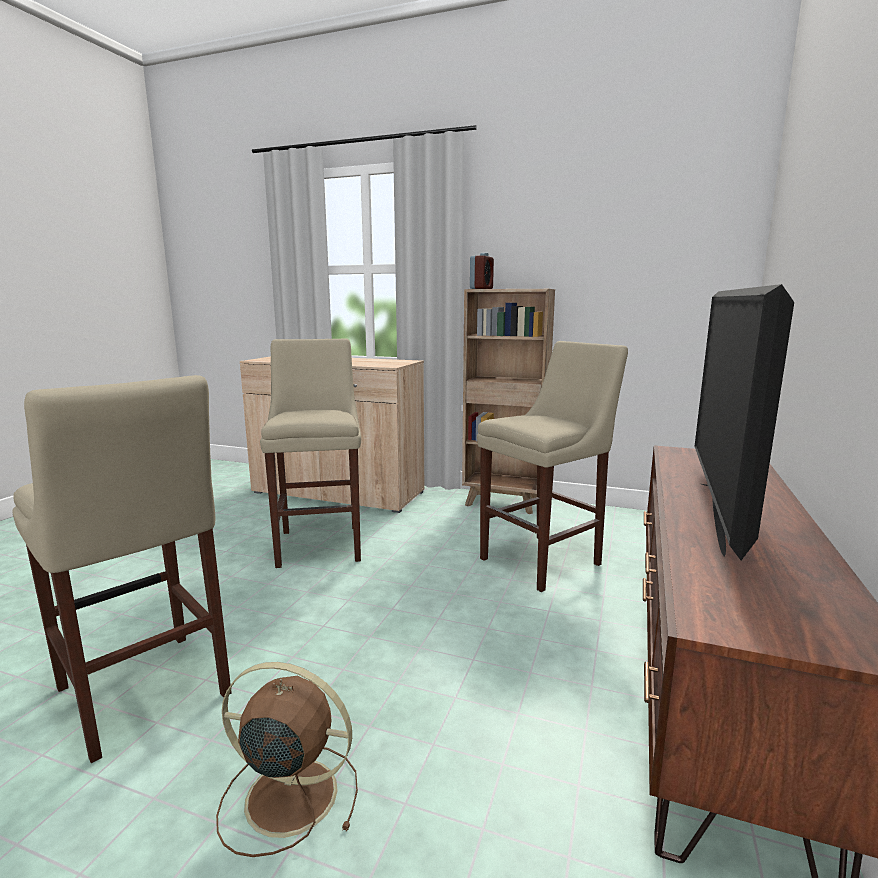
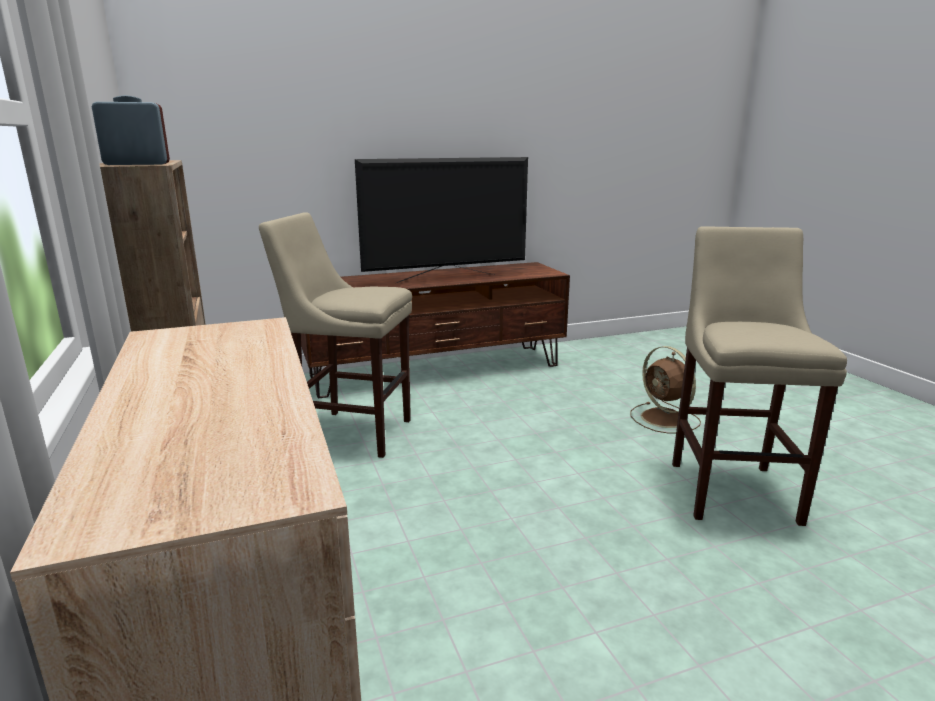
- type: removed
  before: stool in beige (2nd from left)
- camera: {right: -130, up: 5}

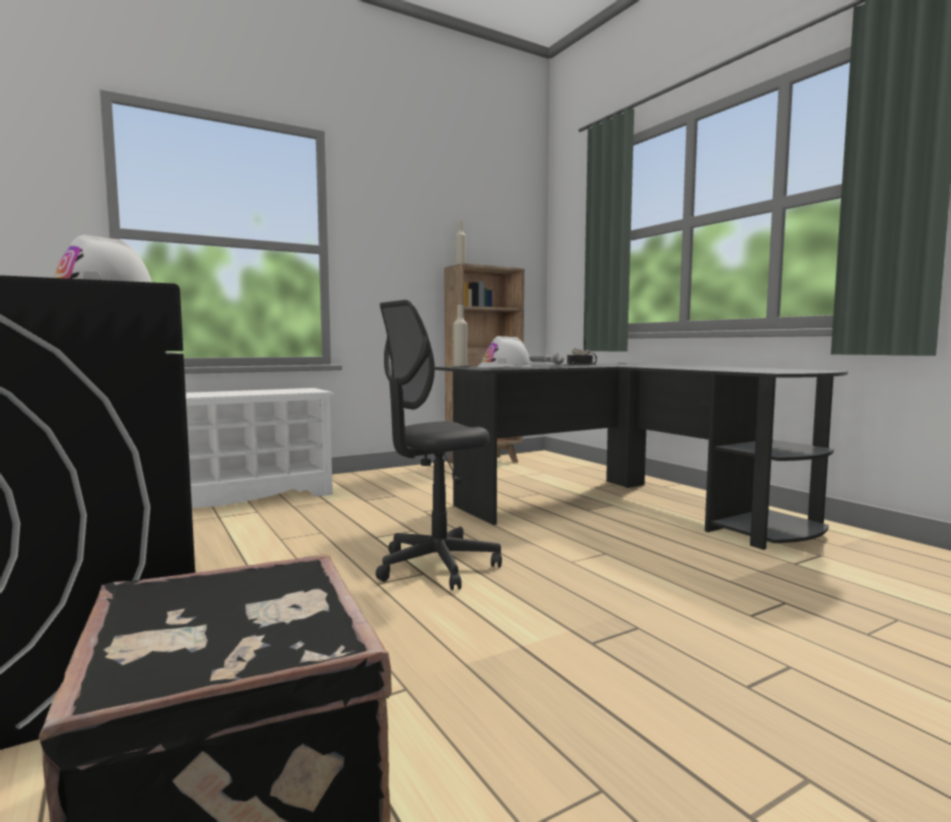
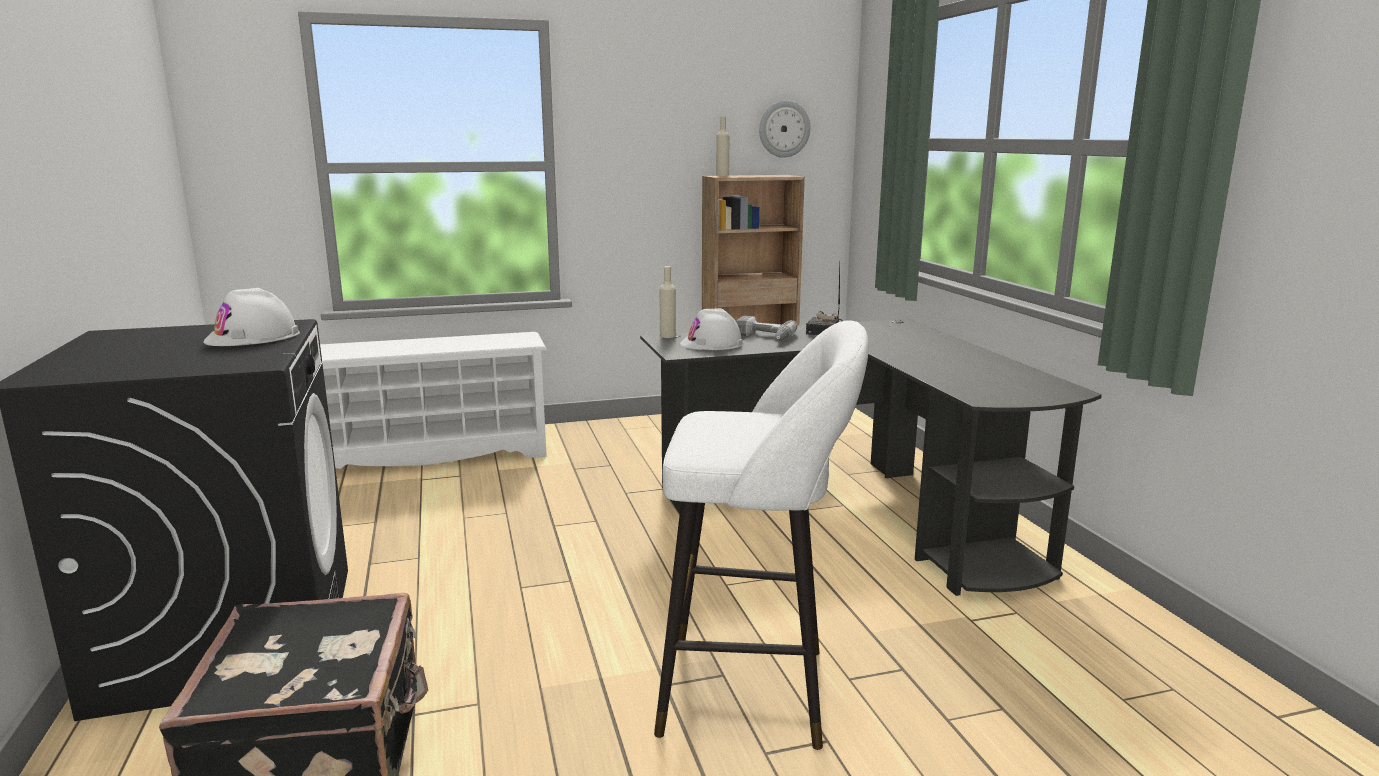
- type: removed
  before: office chair in grey
- type: added
  after: stool in white
- type: added
  after: wall clock
- camera: {right: 15, up: 10}

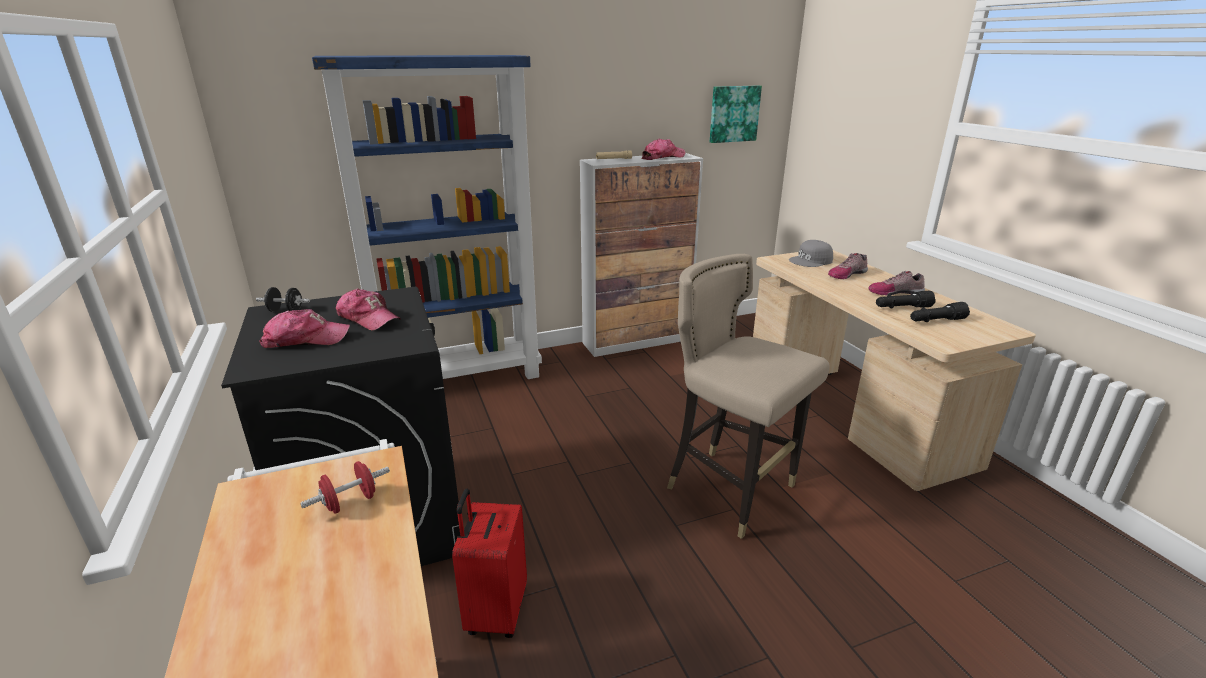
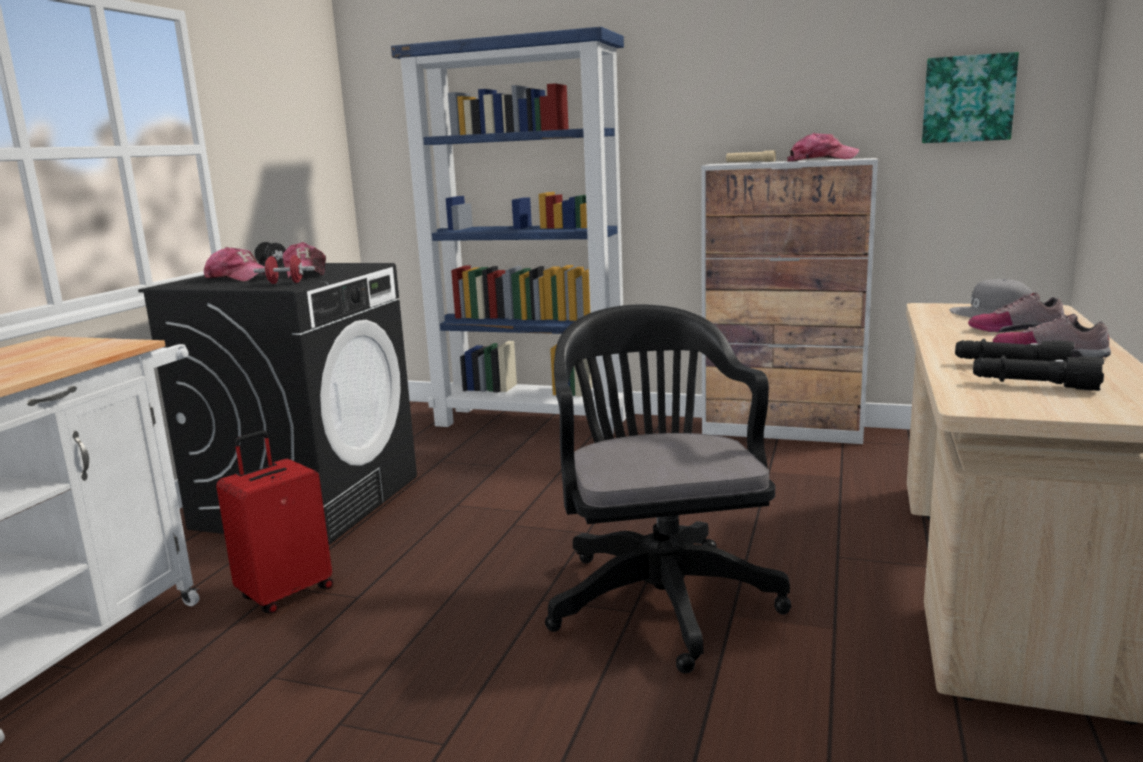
- type: moved
  before: dumbbell in red
- type: replaced
  before: stool in beige
  after: office chair in black
- camera: {right: 40, up: -10}

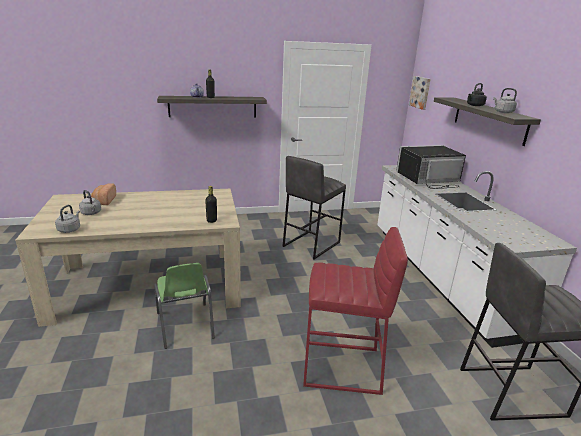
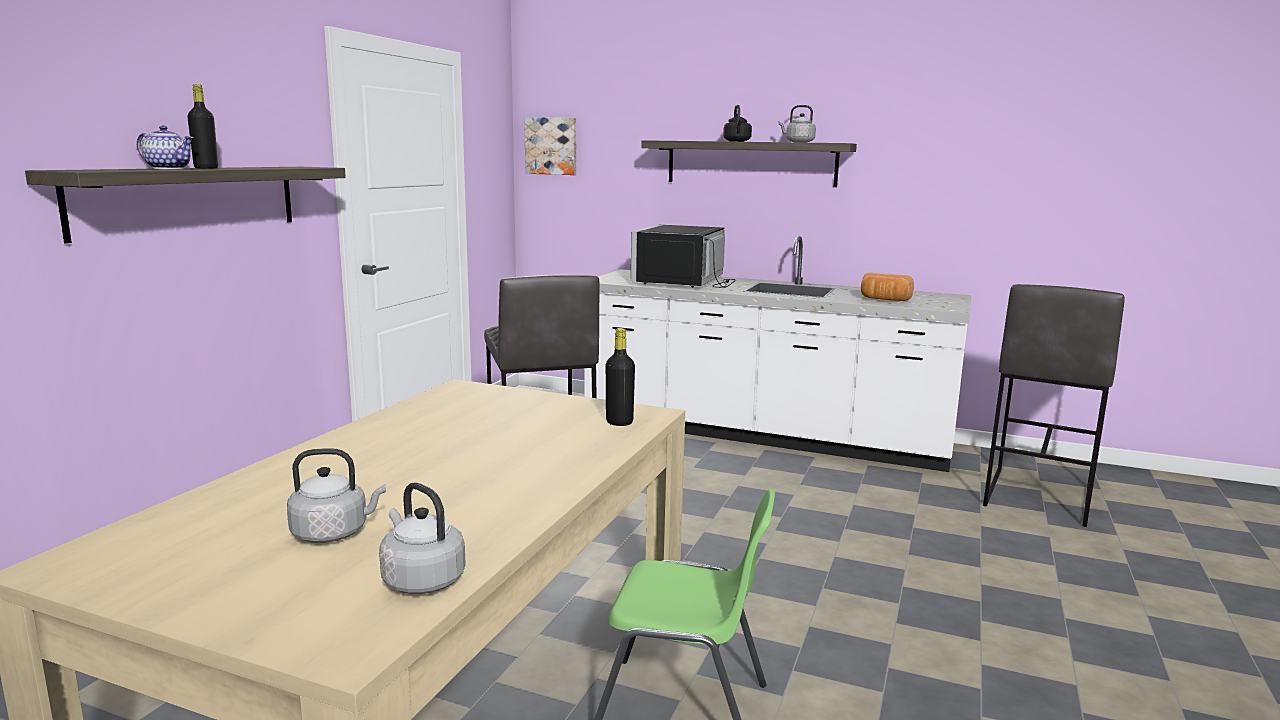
- type: moved
  before: bread
- type: removed
  before: stool in red
- camera: {right: -55, up: -10}

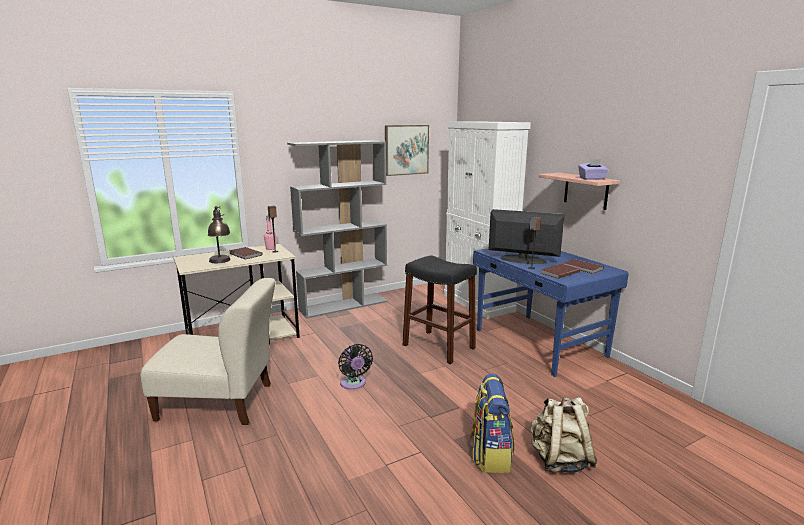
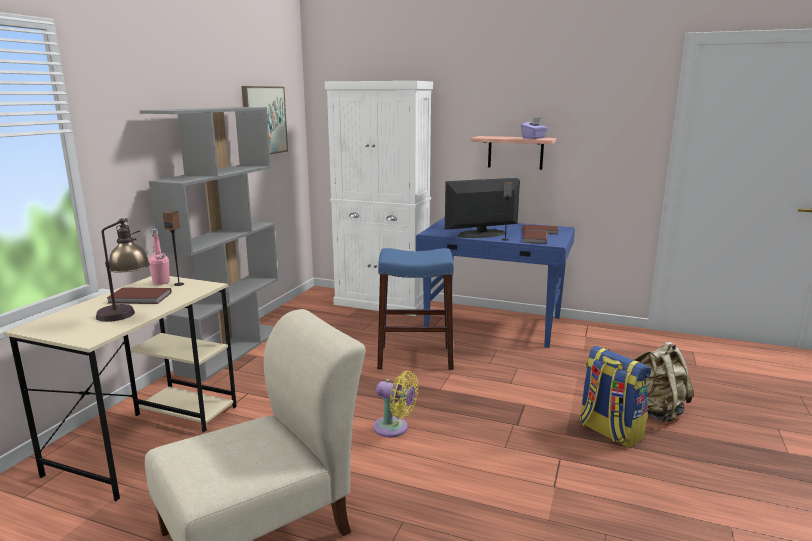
- type: recoloured
  before: fan in black
  after: fan in yellow
- type: recoloured
  before: stool in black
  after: stool in blue
- camera: {right: -40, up: 0}

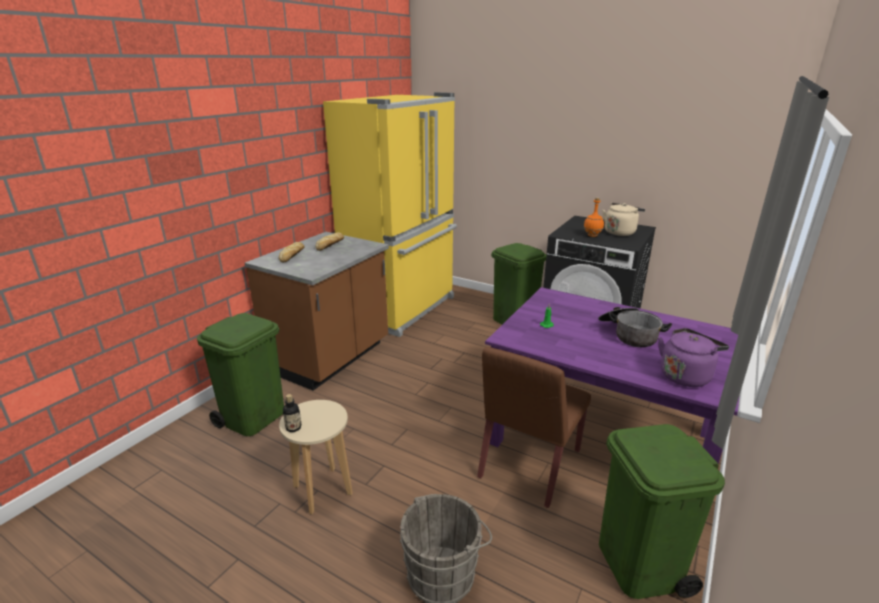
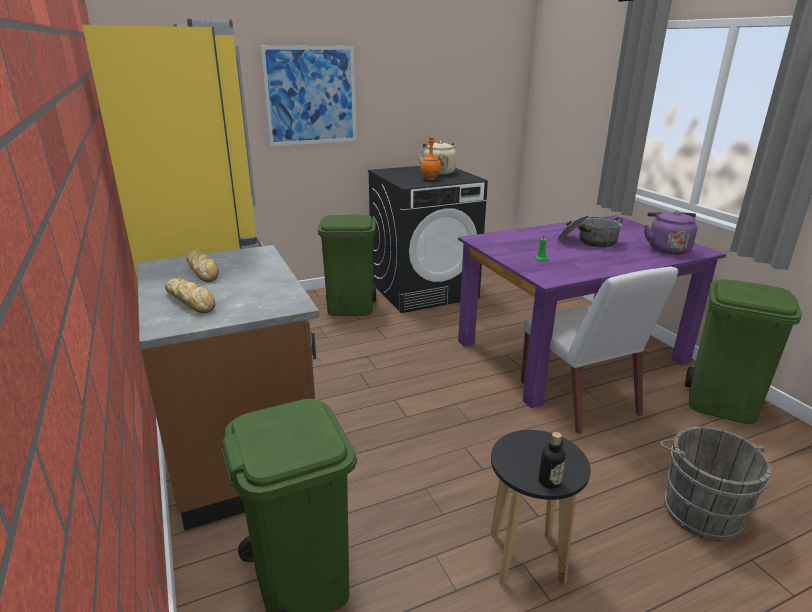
- type: recoloured
  before: stool in beige
  after: stool in black
- type: recoloured
  before: chair in brown
  after: chair in white
- type: added
  after: picture
- camera: {right: -55, up: 0}

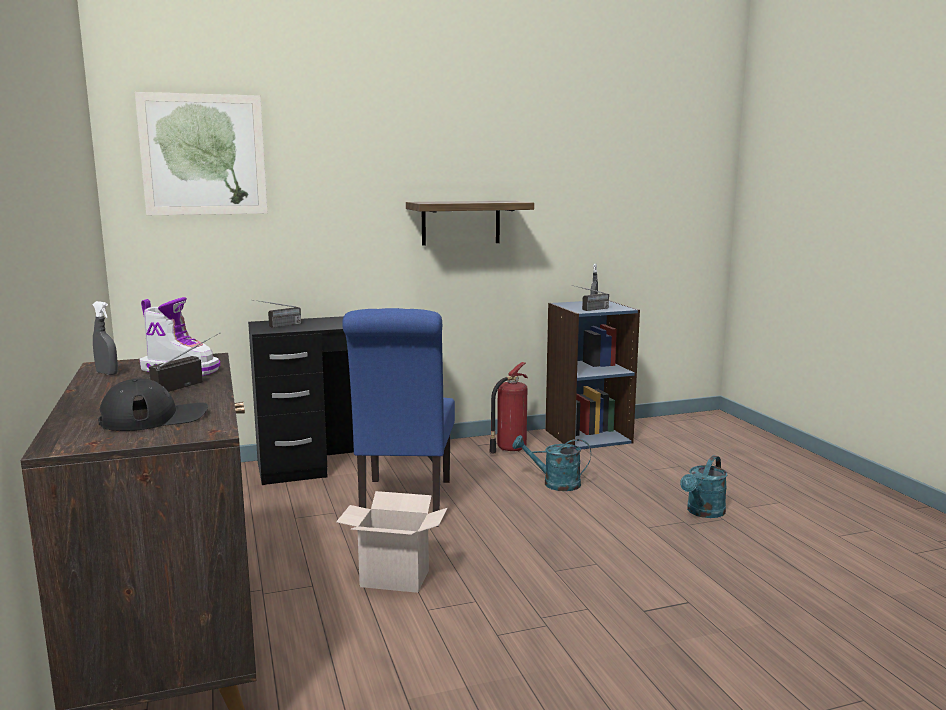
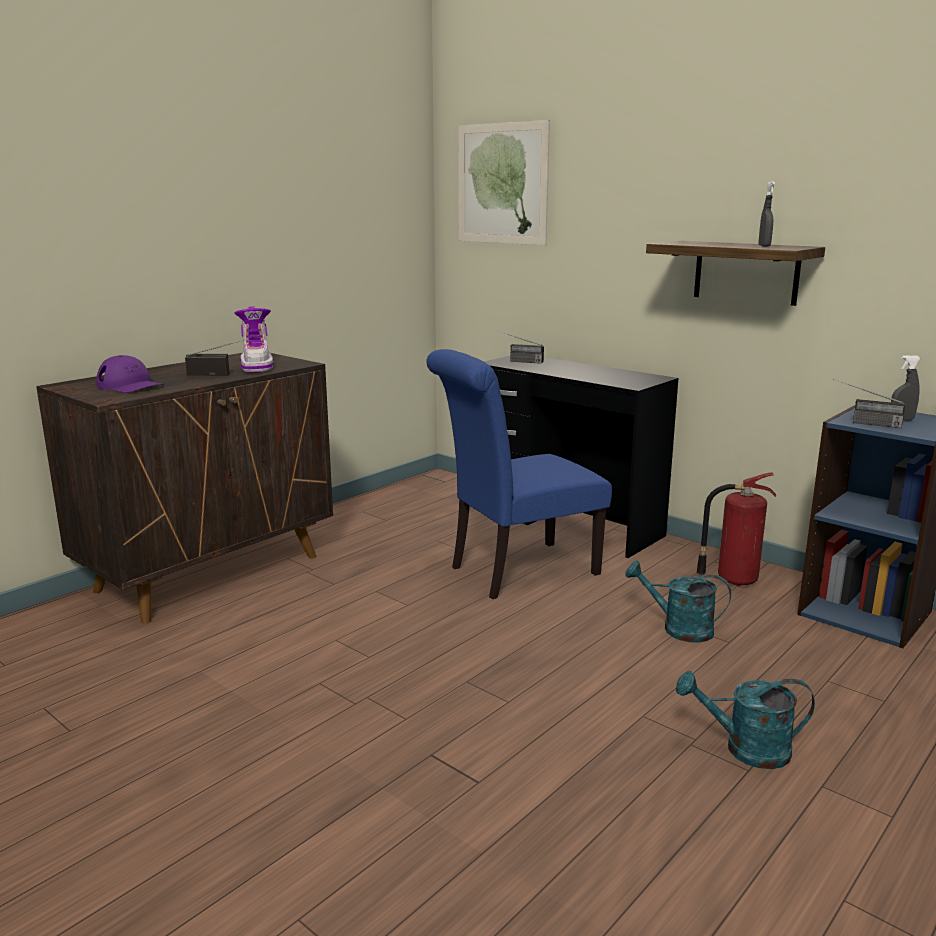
- type: moved
  before: spray bottle in grey (1st from left)
- type: recoloured
  before: cap in black
  after: cap in purple
- type: removed
  before: cardboard box
- type: turned
  before: watering can in turquoise (1st from left)
  turn: -45
- camera: {right: 60, up: 5}

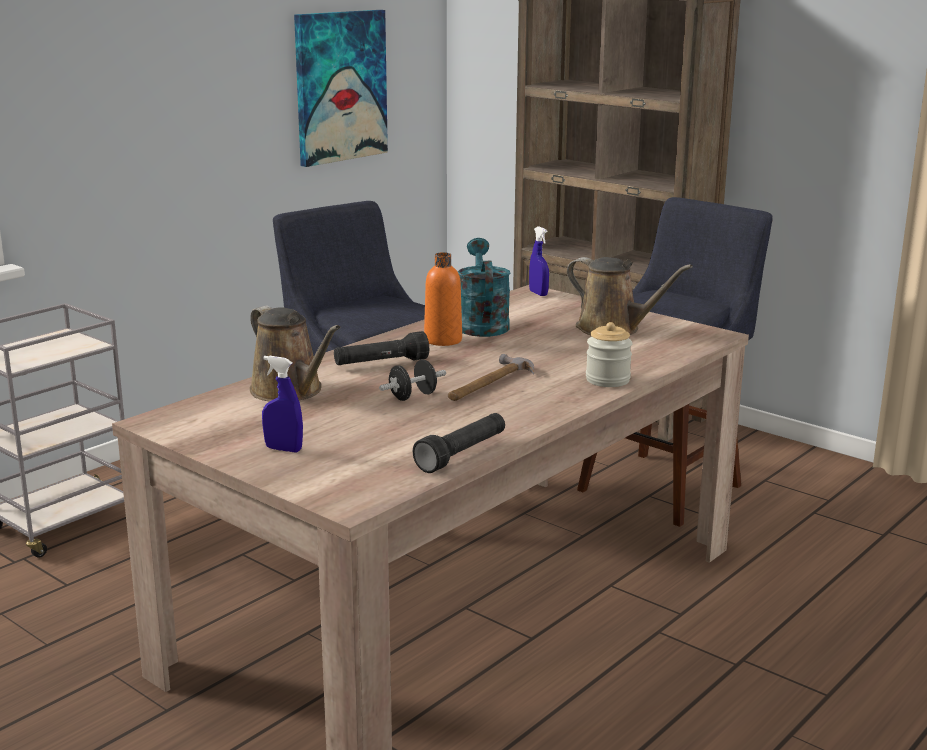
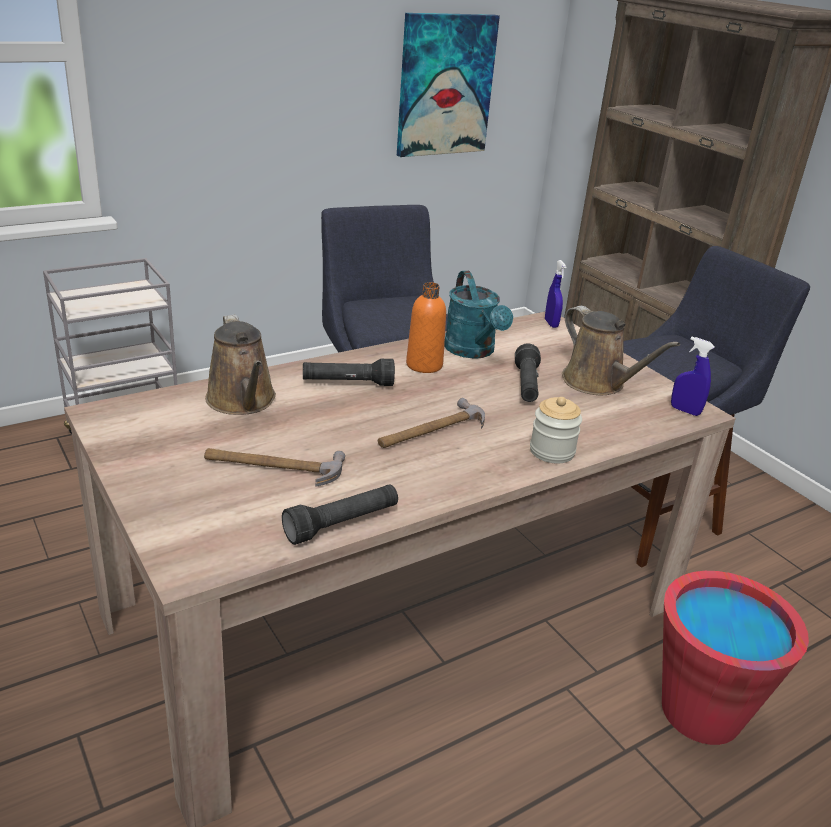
- type: moved
  before: spray bottle in blue (1st from left in the first image)
  after: spray bottle in blue (2nd from left)
- type: removed
  before: dumbbell in black
- type: turned
  before: watering can in turquoise
  turn: 150
- type: added
  after: hammer (1st from left)
- type: added
  after: flashlight in black (3rd from left)
- type: added
  after: bucket in red
- camera: {right: 15, up: 10}

